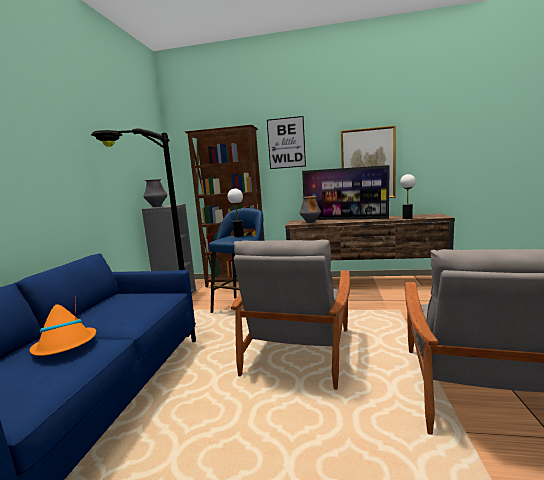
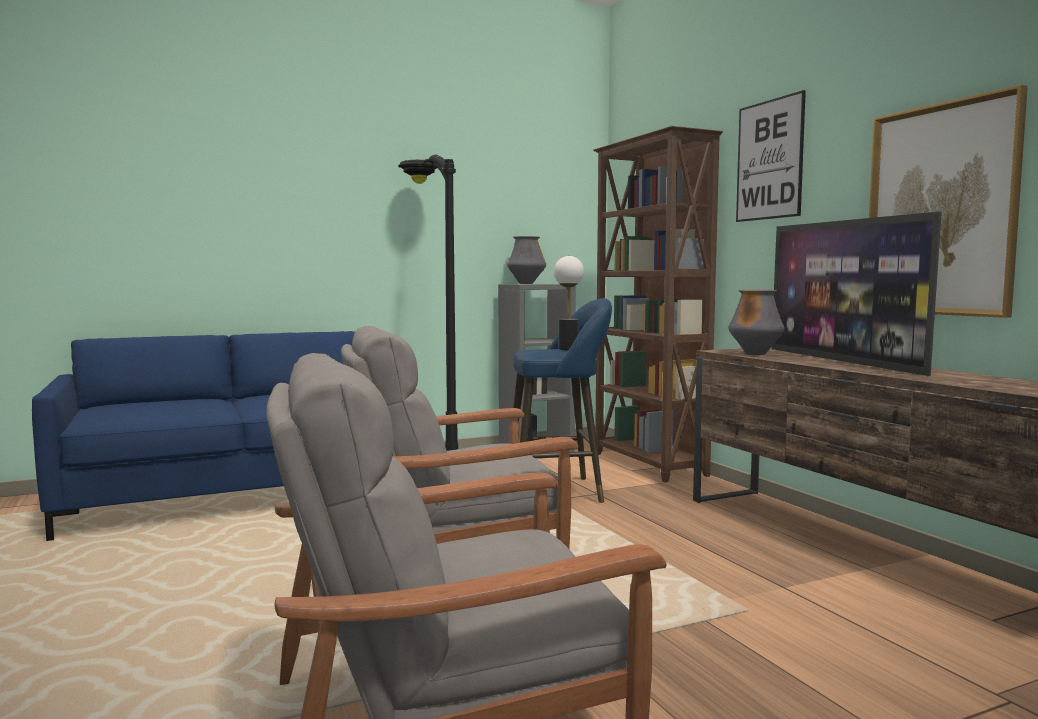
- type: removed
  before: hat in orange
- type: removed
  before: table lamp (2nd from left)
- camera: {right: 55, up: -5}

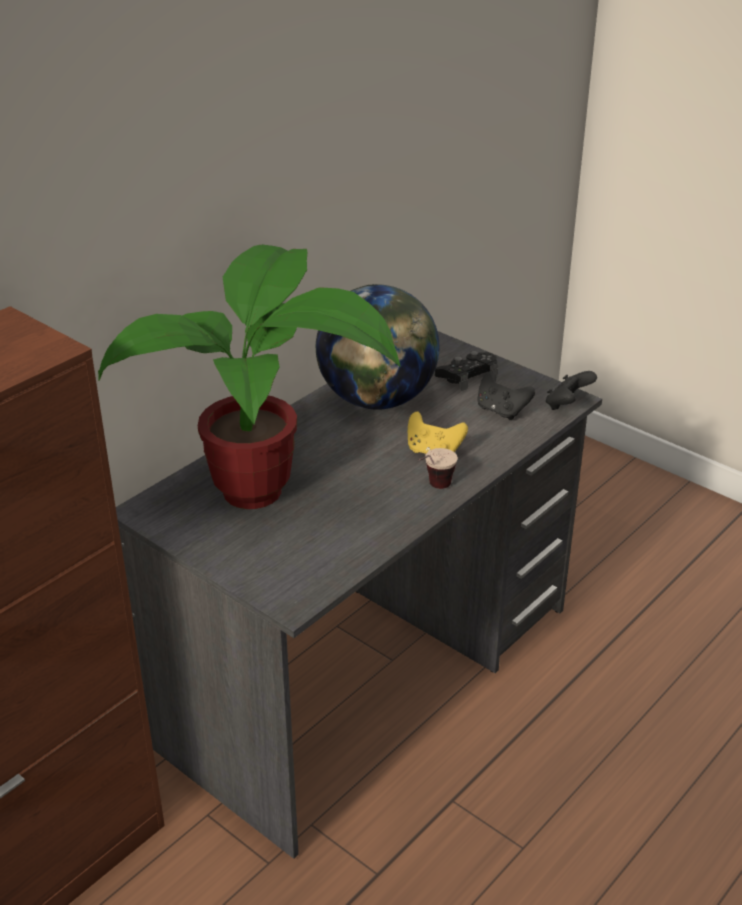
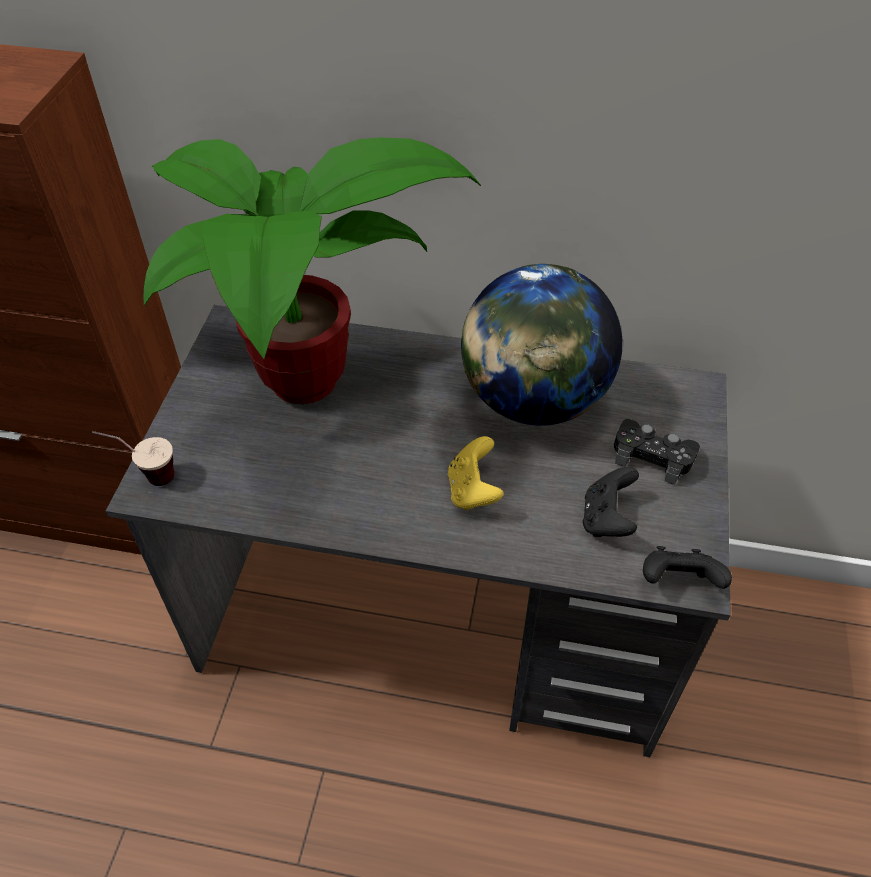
- type: moved
  before: cup
- camera: {right: 60, up: 15}

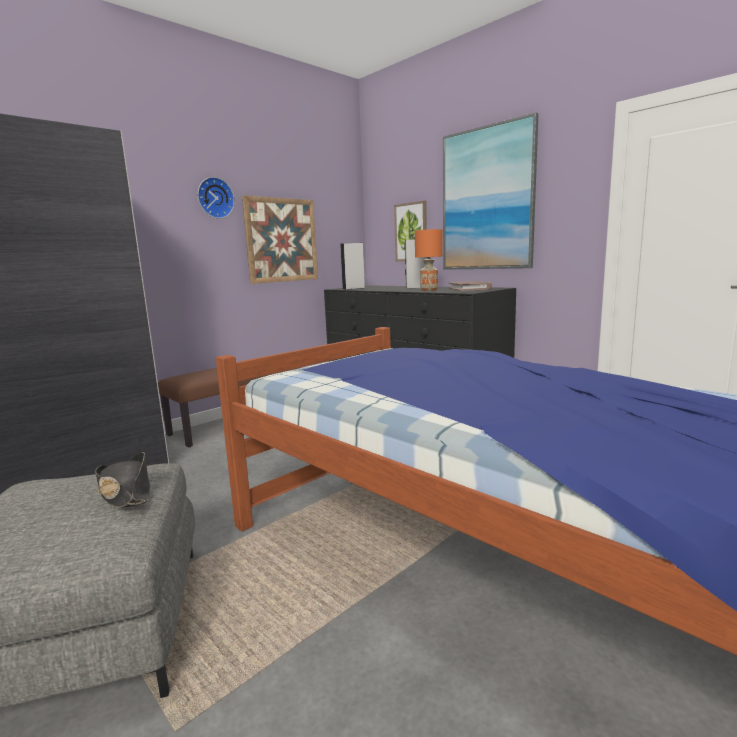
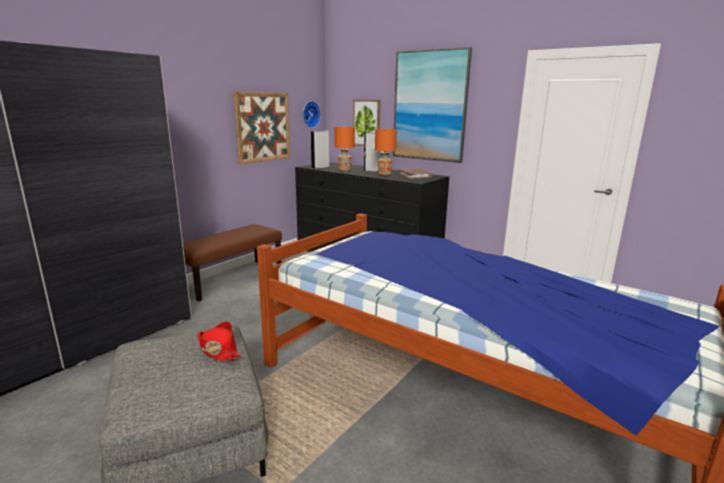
- type: recoloured
  before: hat in black
  after: hat in red
- type: moved
  before: wall clock
- type: added
  after: table lamp in orange (1st from left)
- camera: {right: -10, up: 5}

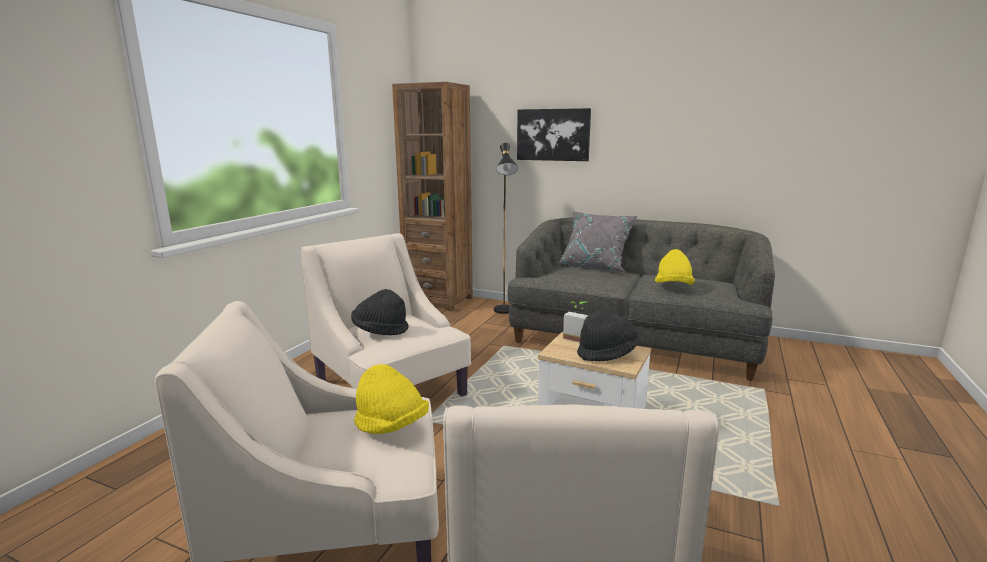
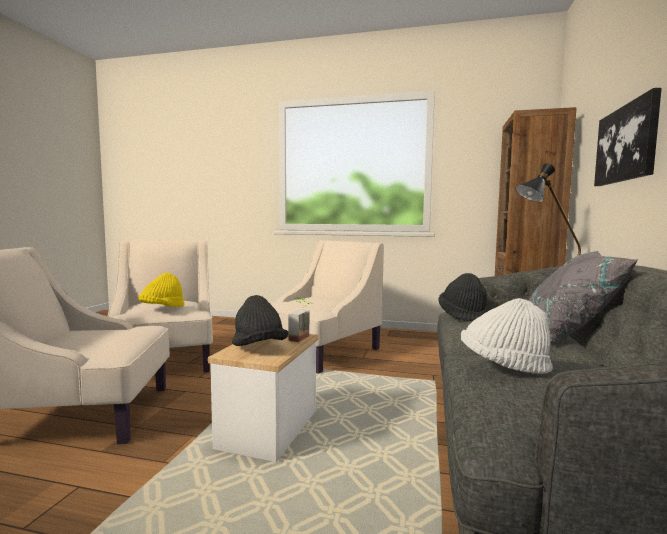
- type: moved
  before: hat in black (1st from left in the first image)
  after: hat in black (2nd from left)
- type: recoloured
  before: hat in yellow (2nd from left)
  after: hat in white
- camera: {right: 80, up: -10}

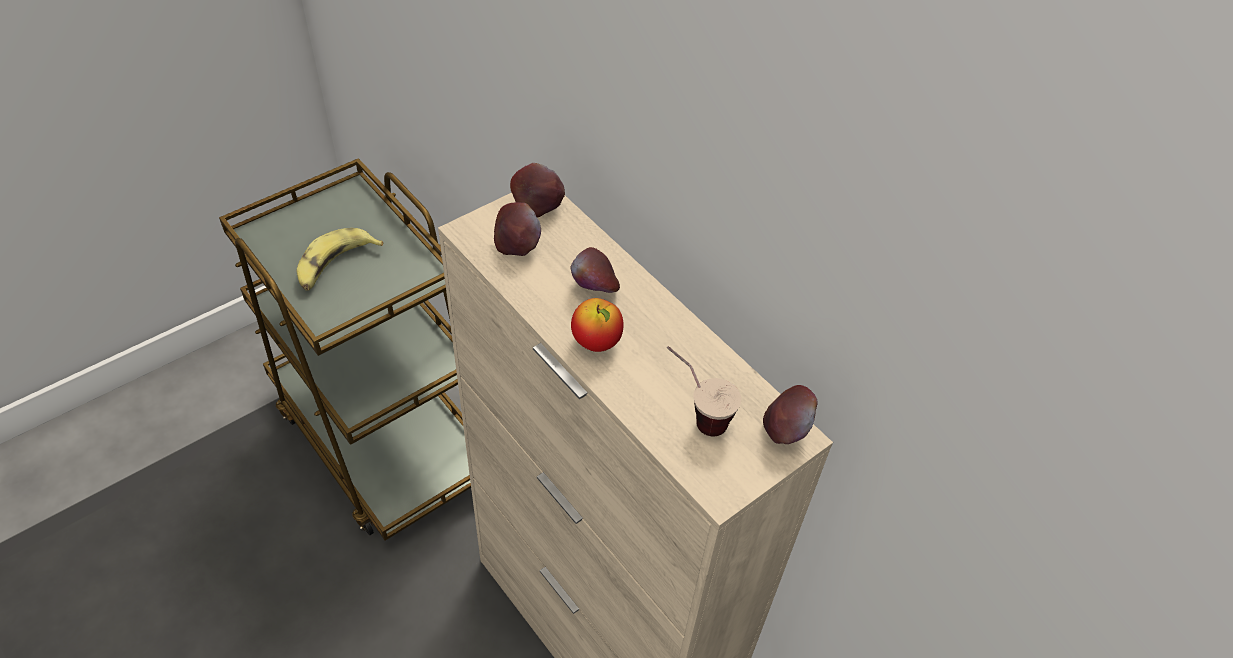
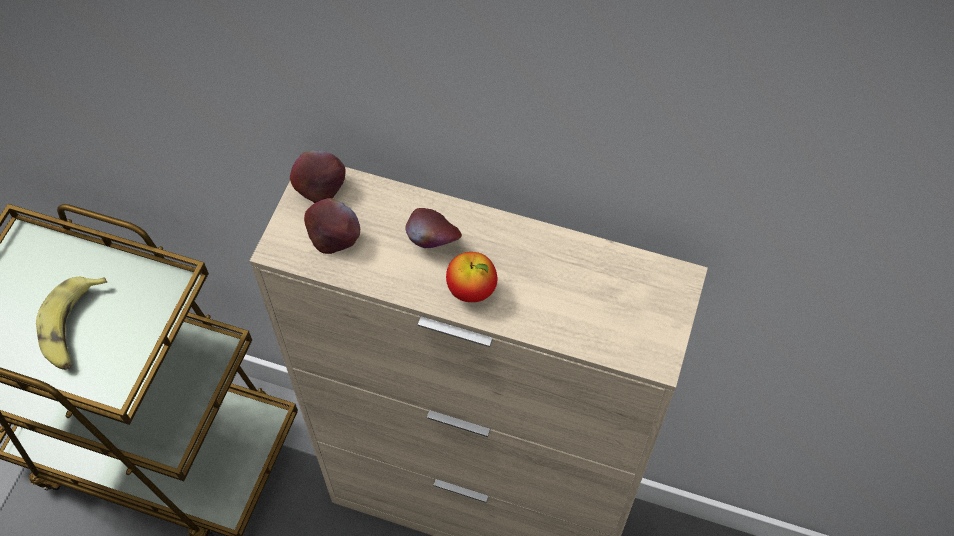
- type: removed
  before: cup
- type: removed
  before: apple (5th from left)
- camera: {right: -30, up: 10}

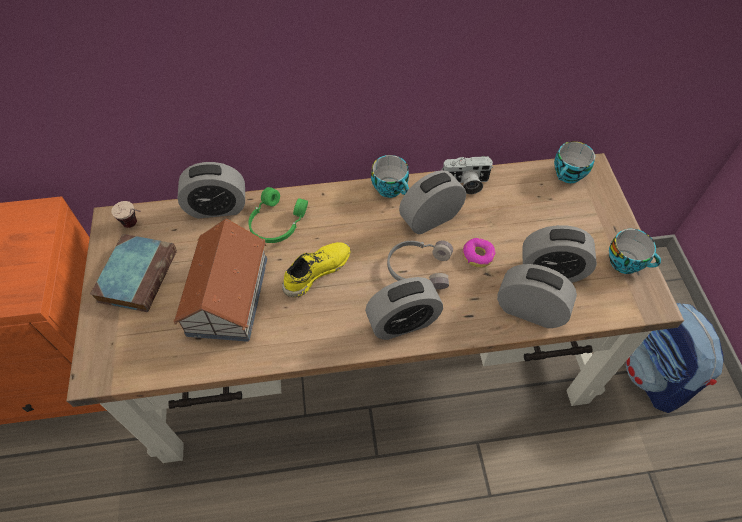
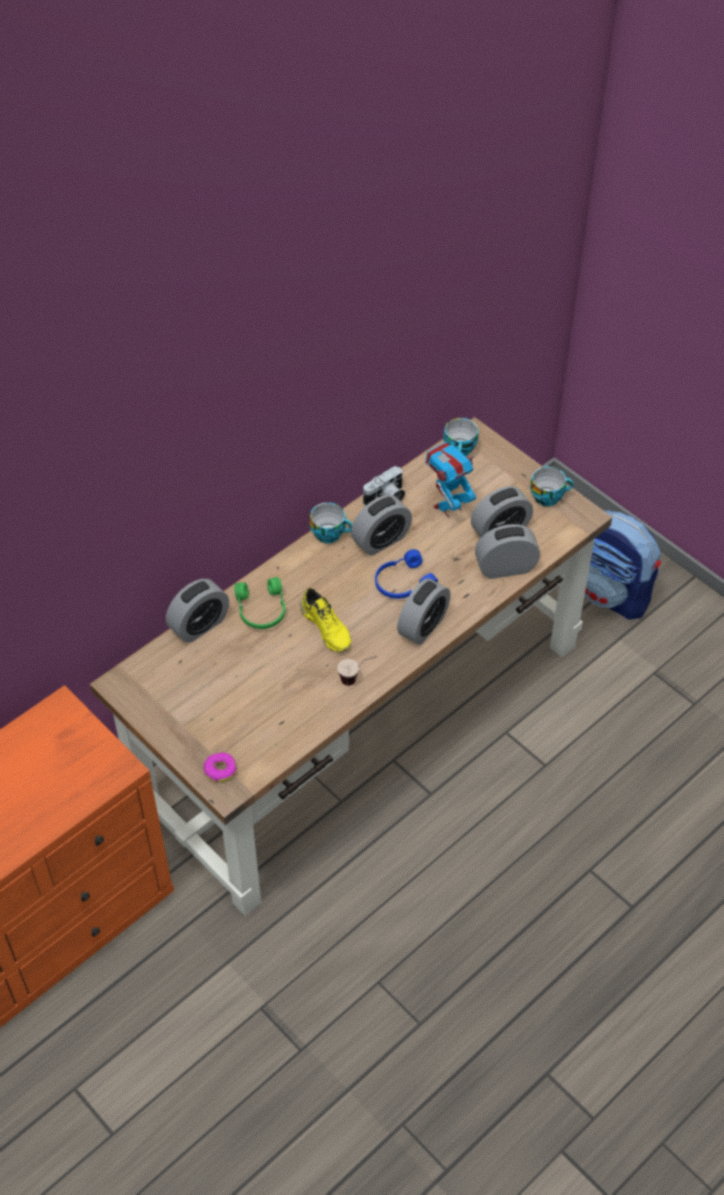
- type: removed
  before: book
- type: moved
  before: cup (1st from left in the first image)
  after: cup (2nd from left)
- type: removed
  before: toy house
- type: turned
  before: shoe in yellow
  turn: 135
- type: recoloured
  before: headphones in grey
  after: headphones in blue
- type: turned
  before: alarm clock (3rd from left in the first image)
  turn: -150
- type: moved
  before: donut
- type: added
  after: toy robot
- camera: {right: -35, up: -5}

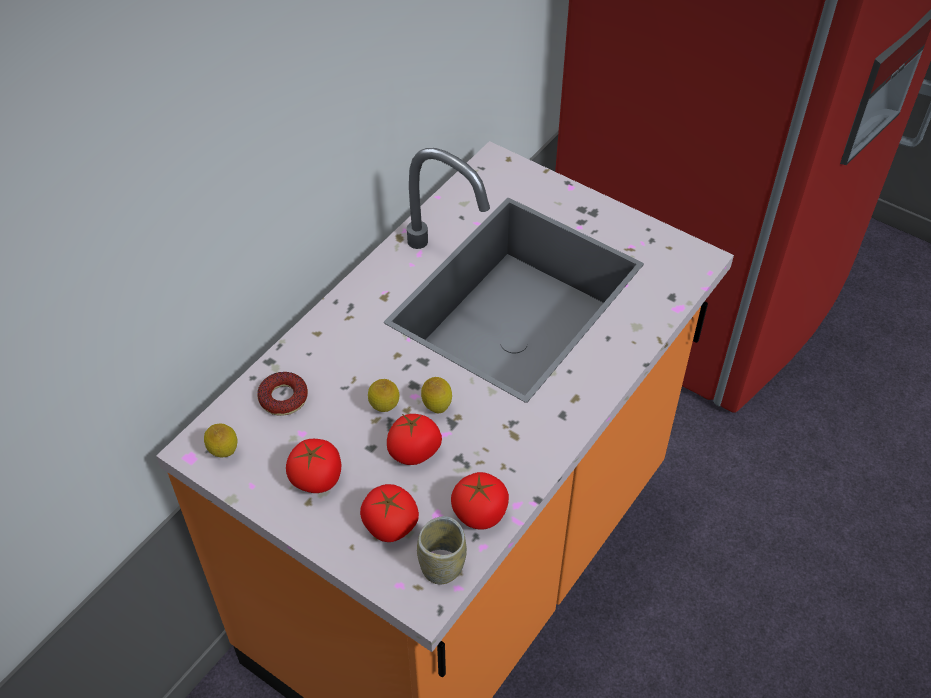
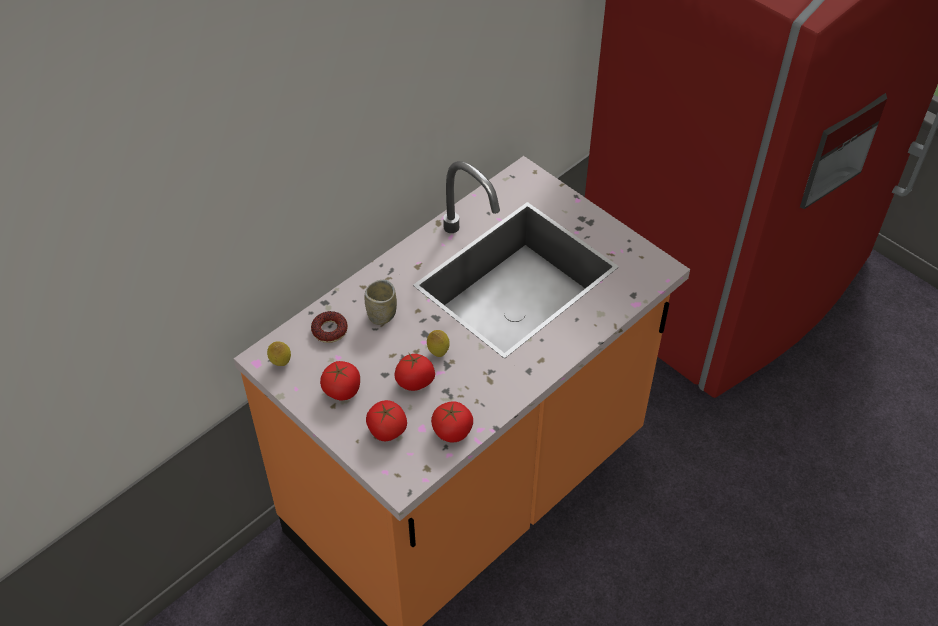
- type: removed
  before: lemon (2nd from left)
- type: moved
  before: cup
- camera: {right: 10, up: 0}

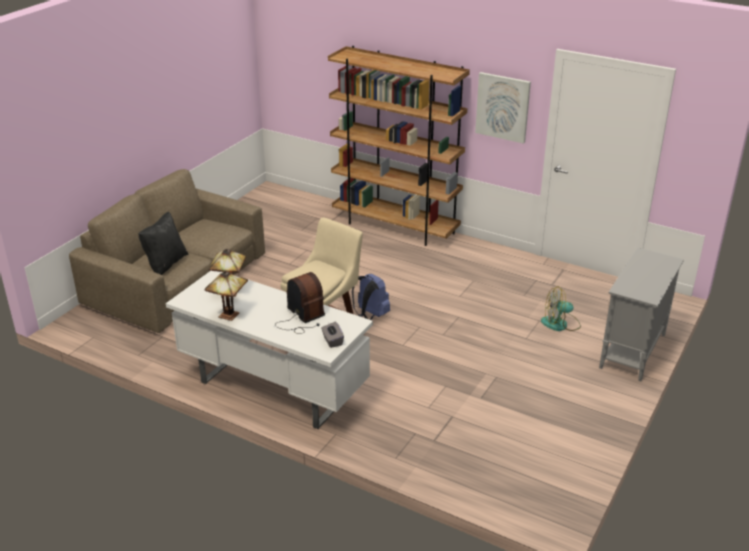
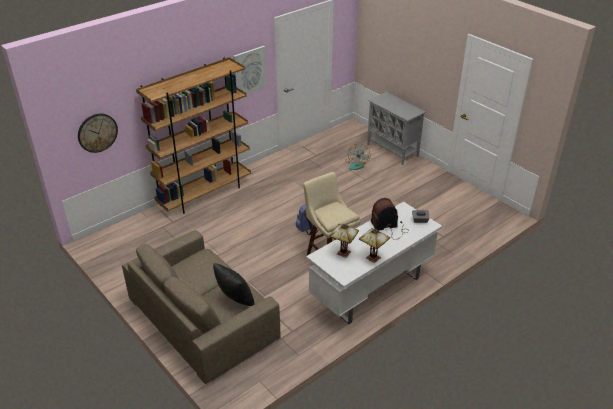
- type: added
  after: wall clock
- camera: {right: -70, up: 5}

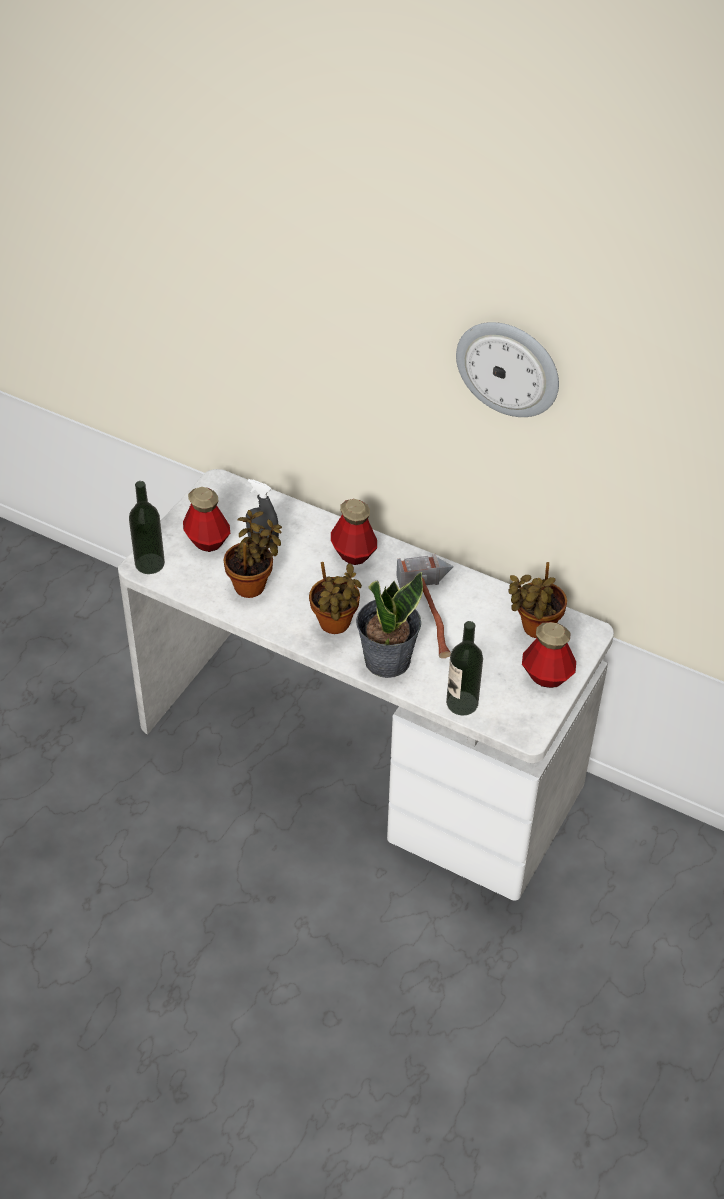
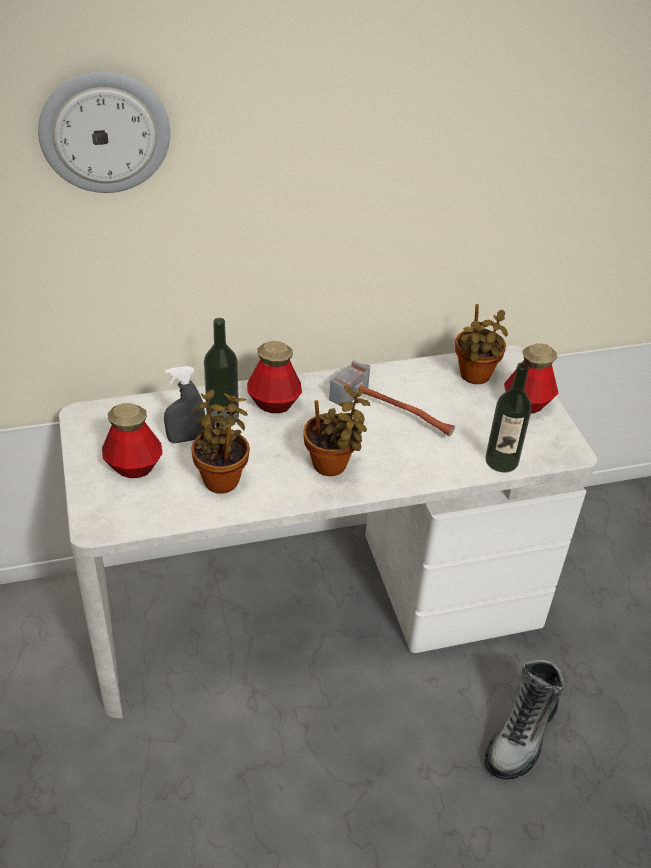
- type: moved
  before: bottle (1st from left in the first image)
  after: bottle (2nd from left)
- type: removed
  before: potted plant (3rd from left)
- type: moved
  before: wall clock
- type: added
  after: boot
- camera: {right: -45, up: -5}

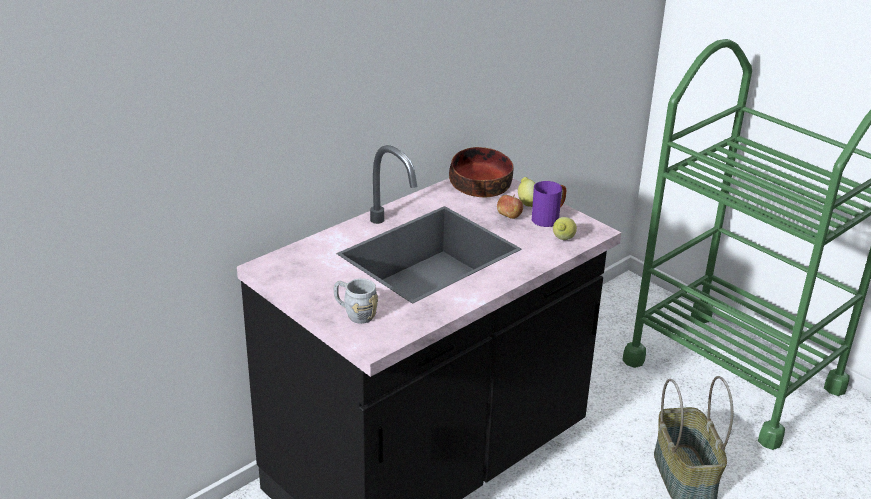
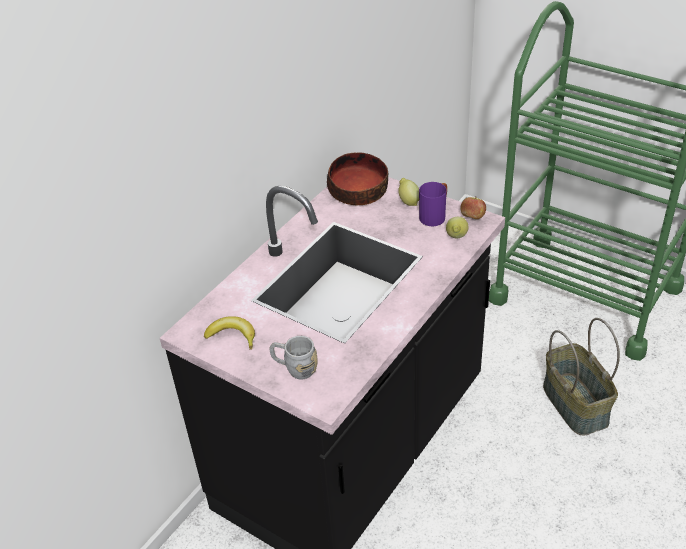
- type: moved
  before: apple
- type: added
  after: banana
- camera: {right: -10, up: 10}

